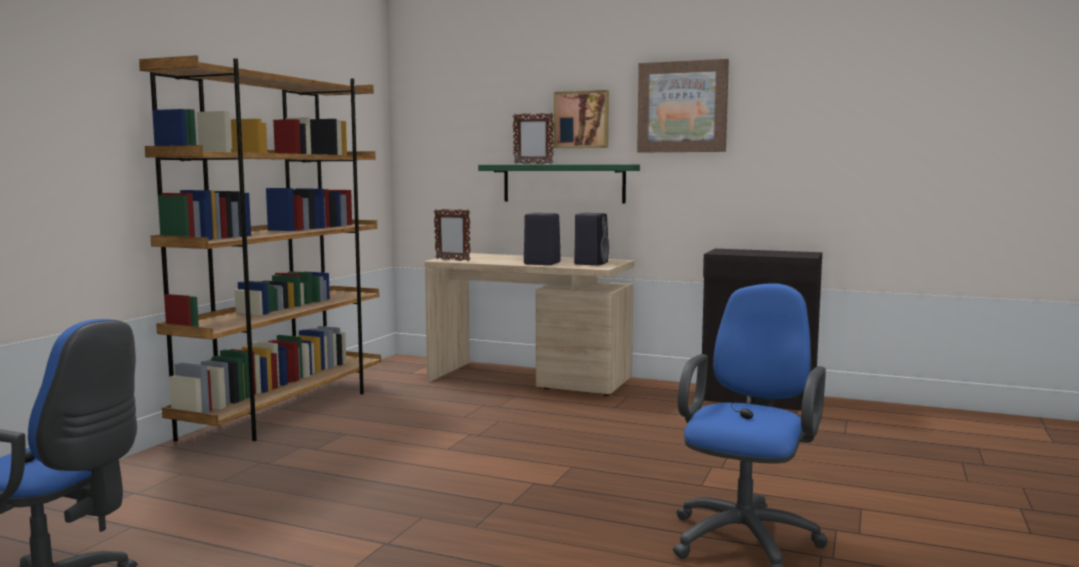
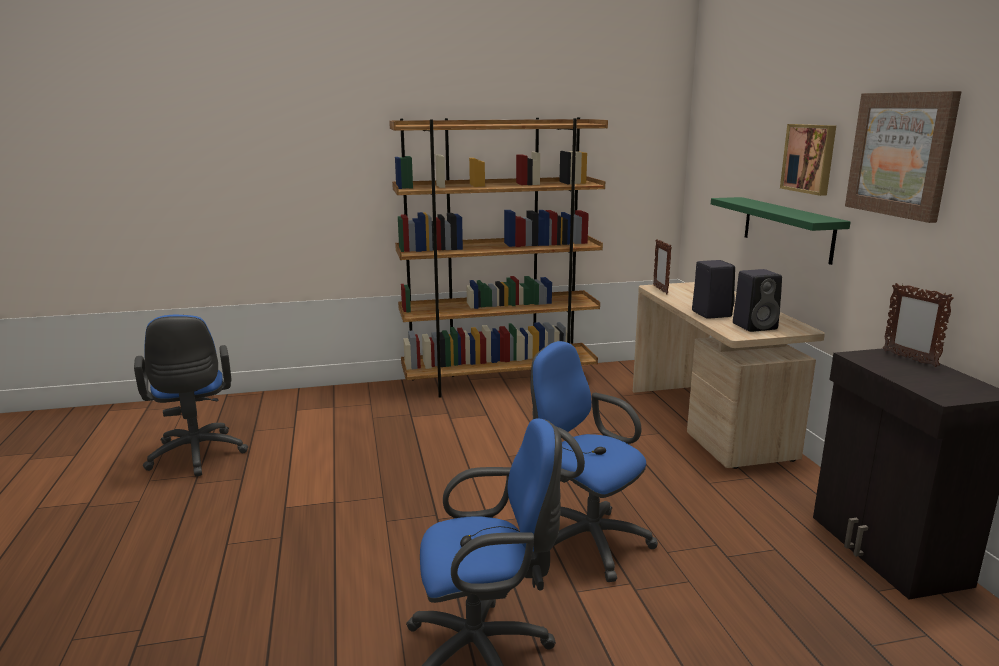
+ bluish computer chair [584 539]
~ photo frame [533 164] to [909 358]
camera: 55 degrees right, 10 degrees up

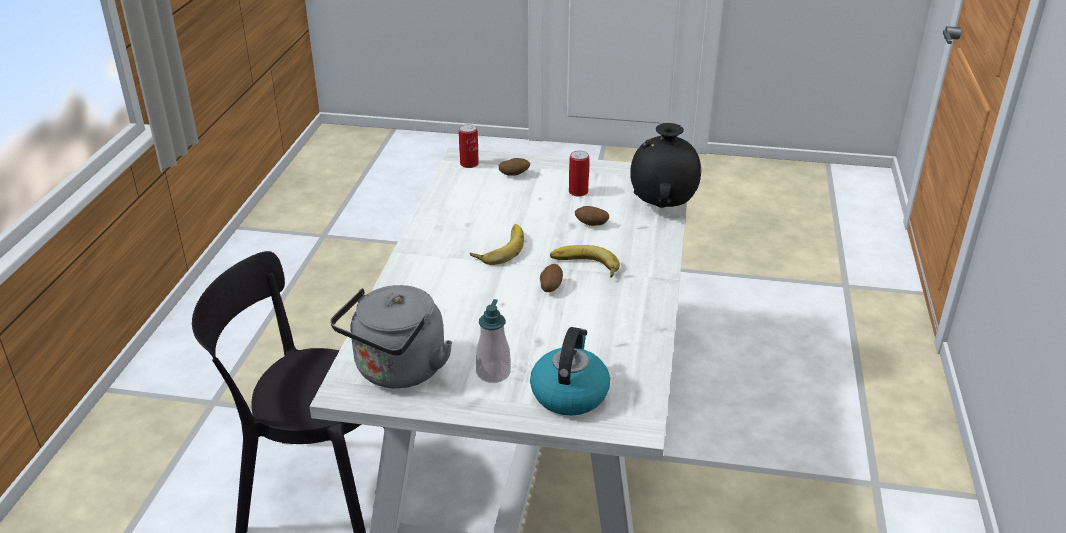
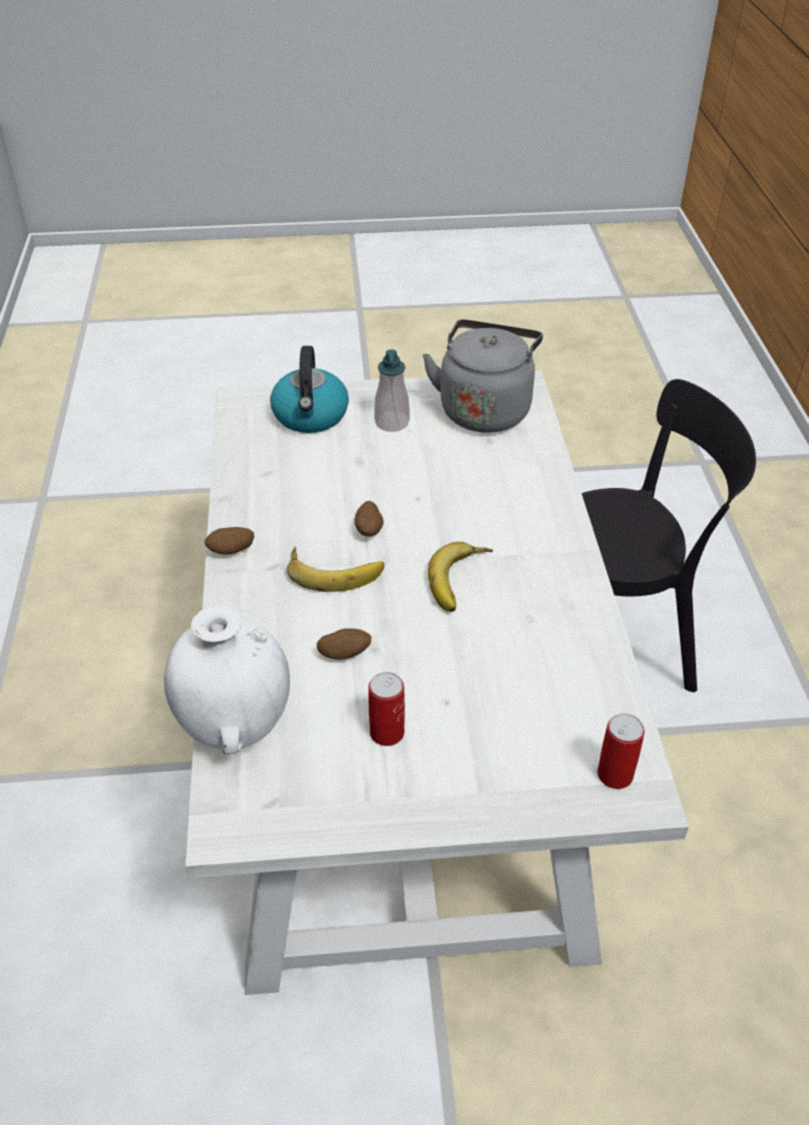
~ whole potato [514 175] to [231 551]
~ black-coloured decorative vase [662 206] to white-coloured decorative vase [235 724]
camera: 165 degrees right, 10 degrees up

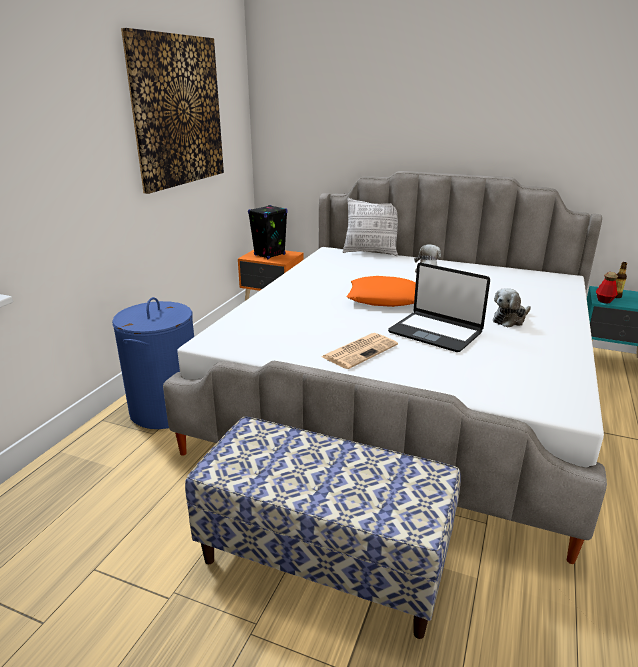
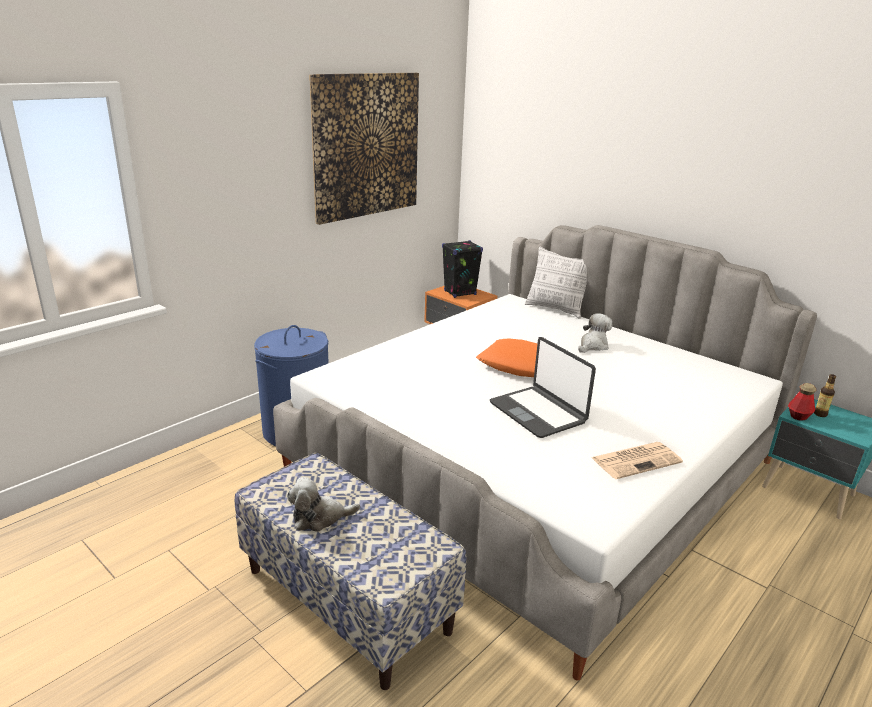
~ printed paper [360 351] to [636 460]
~ cuddly toy [510 319] to [320 518]
camera: 20 degrees right, 0 degrees up

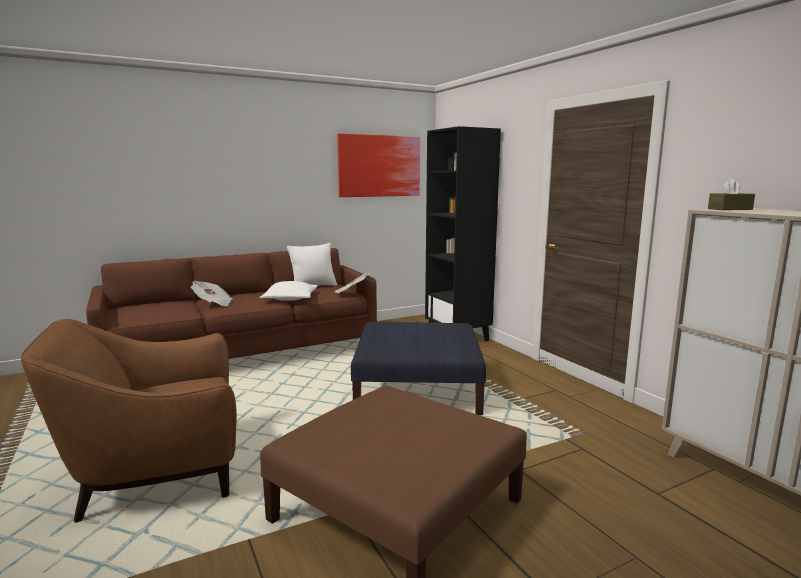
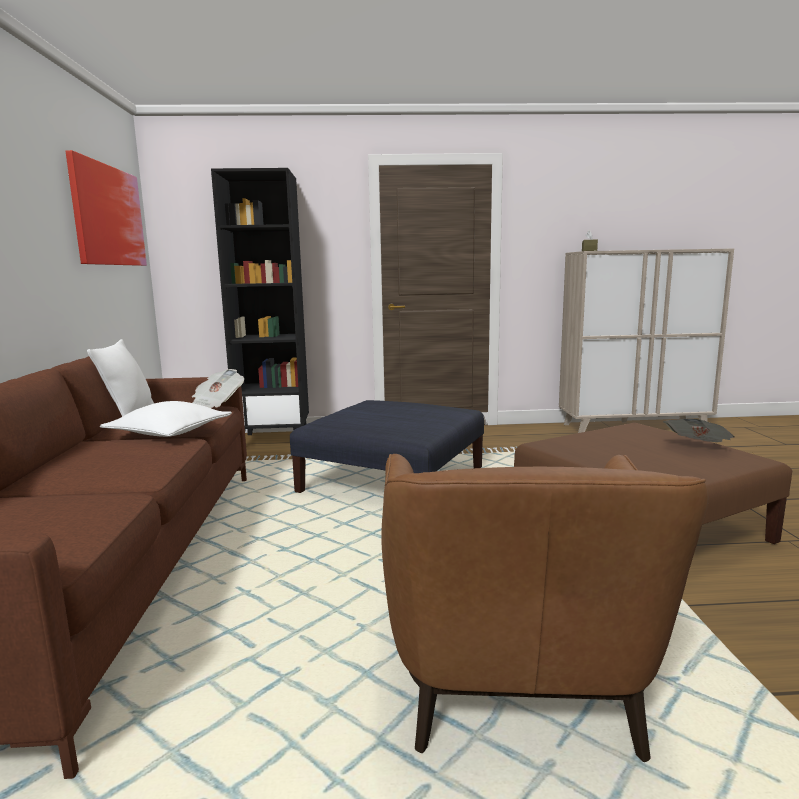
~ printed paper [213 303] to [697 448]
camera: 65 degrees left, 0 degrees up

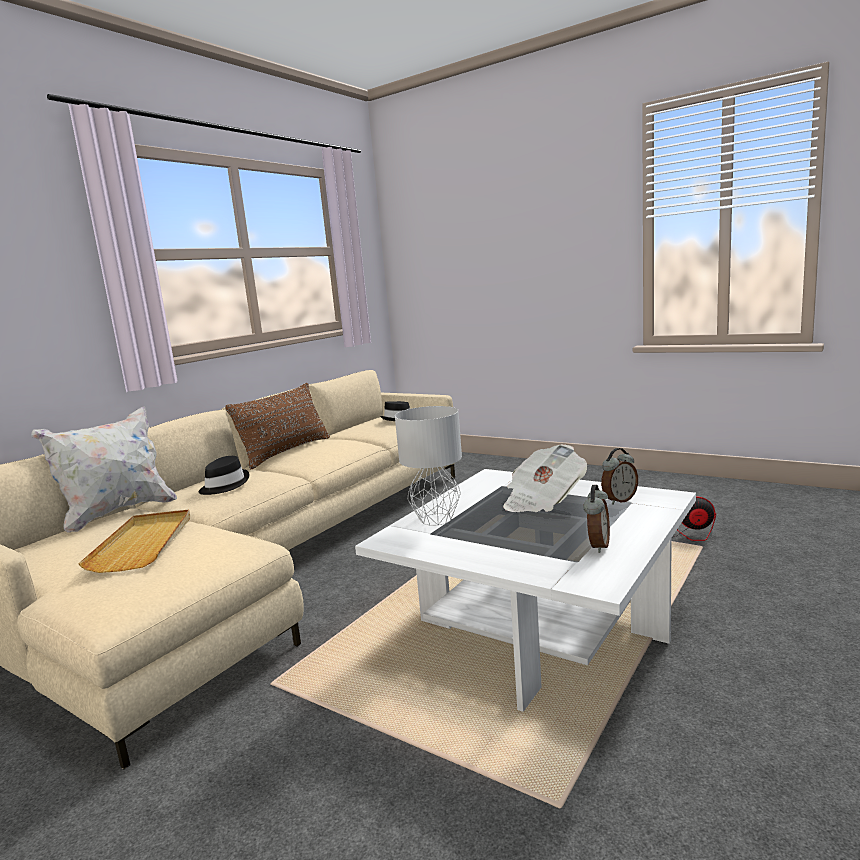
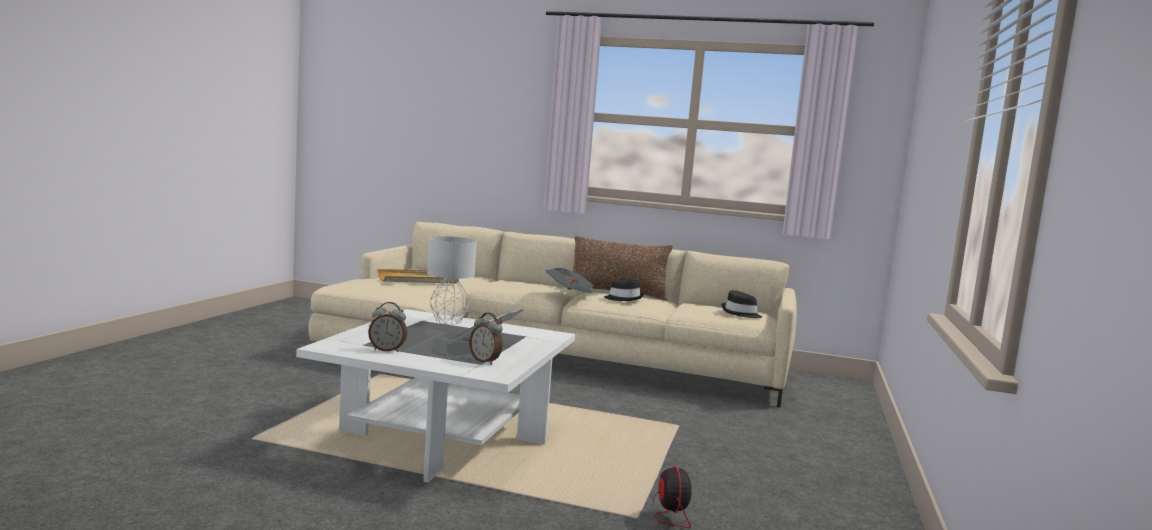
- white-coloured cushion [118 513]
+ printed paper [571 295]
~ black-coloured wearable hat [224 485] to [624 299]
camera: 70 degrees right, 5 degrees down

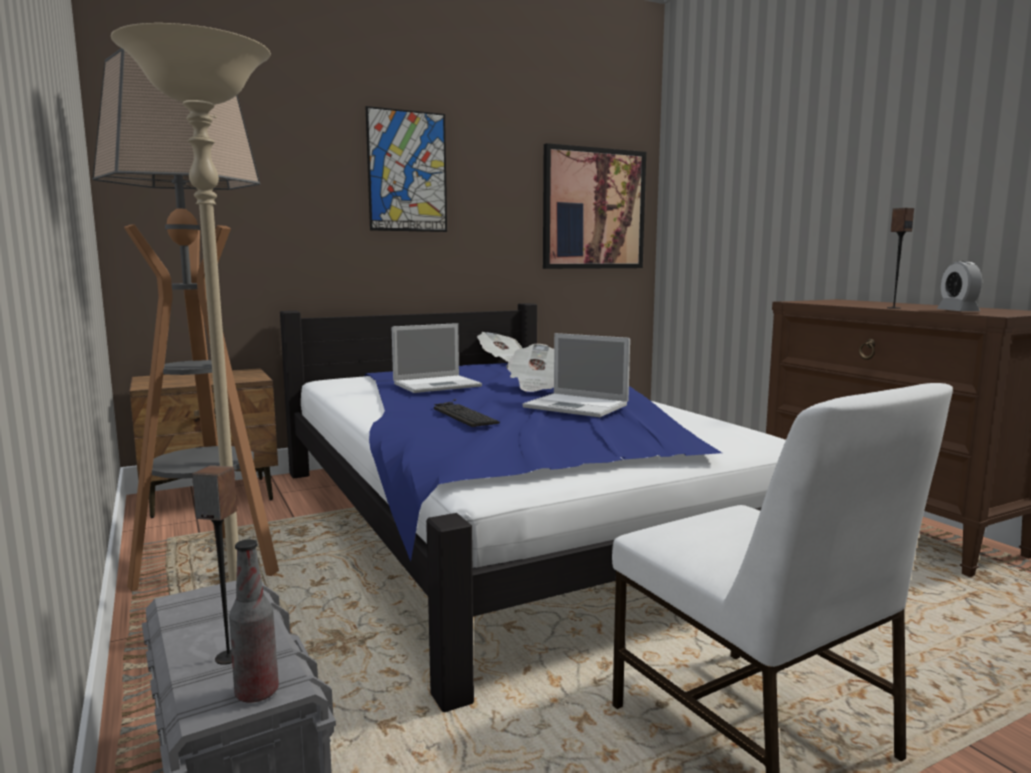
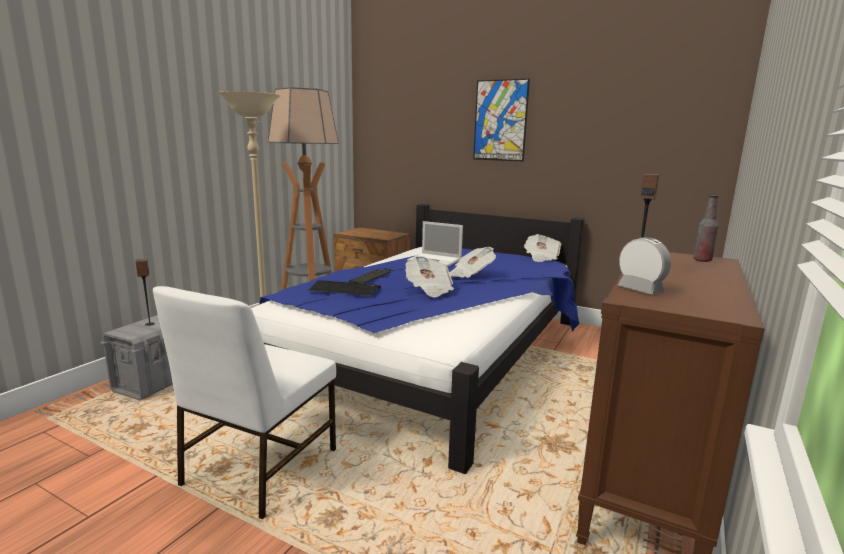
- picture [593 209]
+ computer keyboard [344 289]
~ drink bottle [257 693] to [702 260]
~ laptop [578 406] to printed paper [429 289]
~ alarm clock [957 311] = [640 289] 90 degrees clockwise
camera: 55 degrees right, 5 degrees up

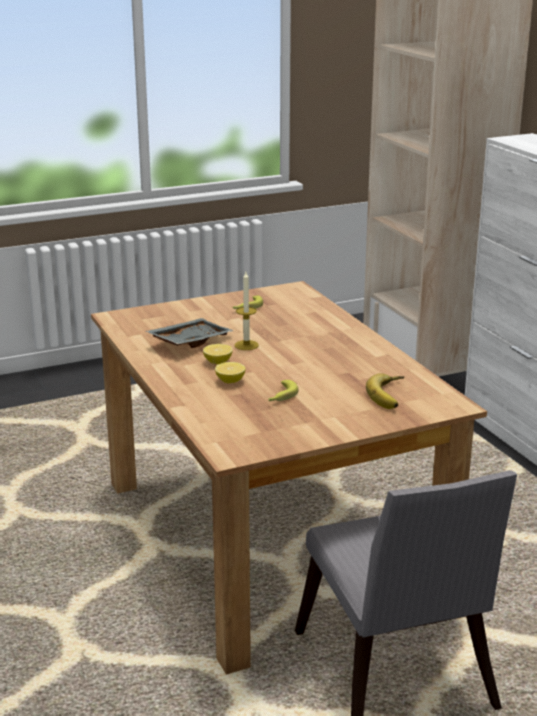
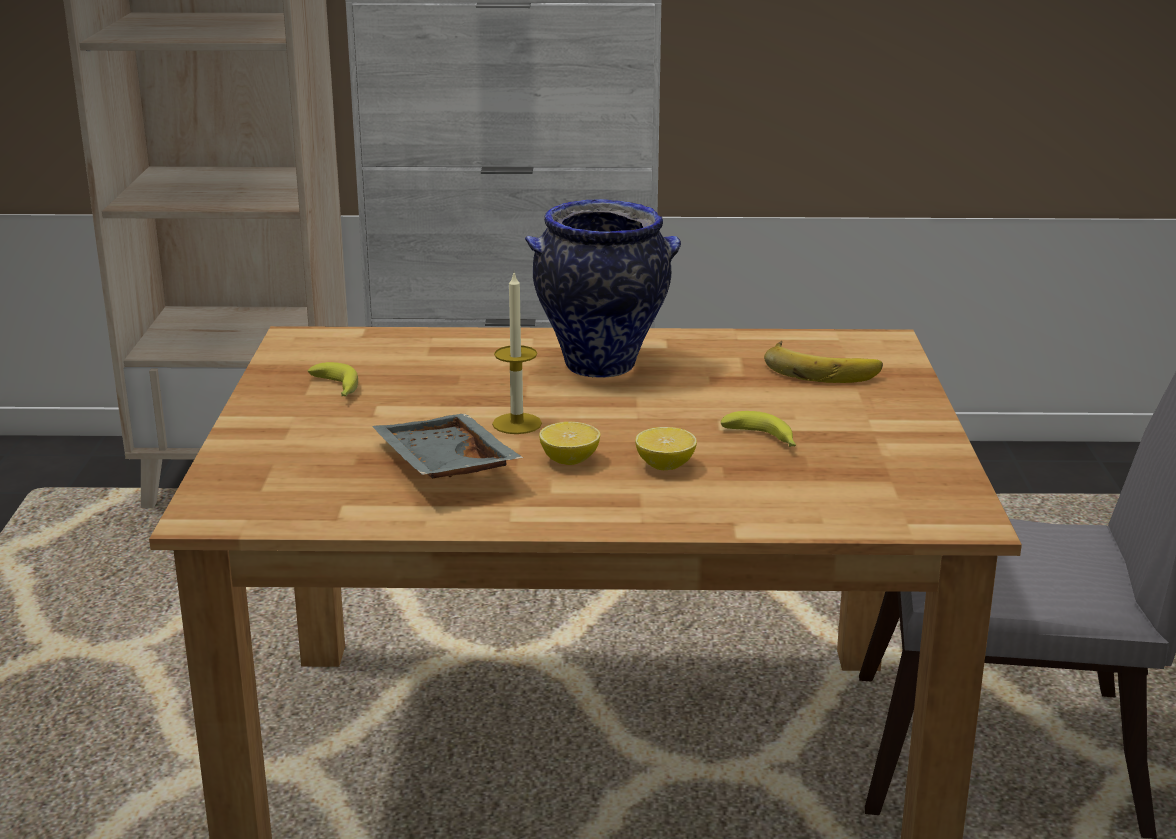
+ decorative vase [602 365]
camera: 65 degrees left, 0 degrees up

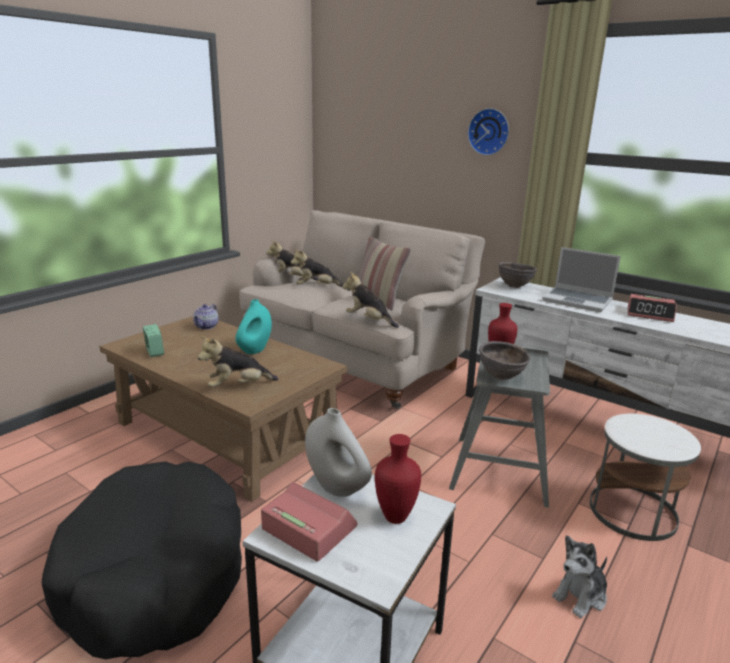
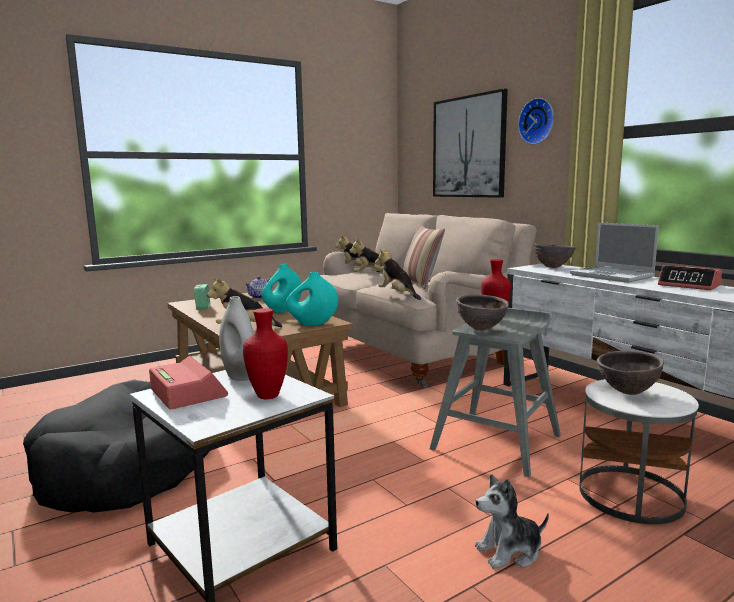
+ turquoise-coloured decorative vase [312 323]
+ picture [468 147]
+ brown deep dish [627 392]
camera: 20 degrees right, 10 degrees down

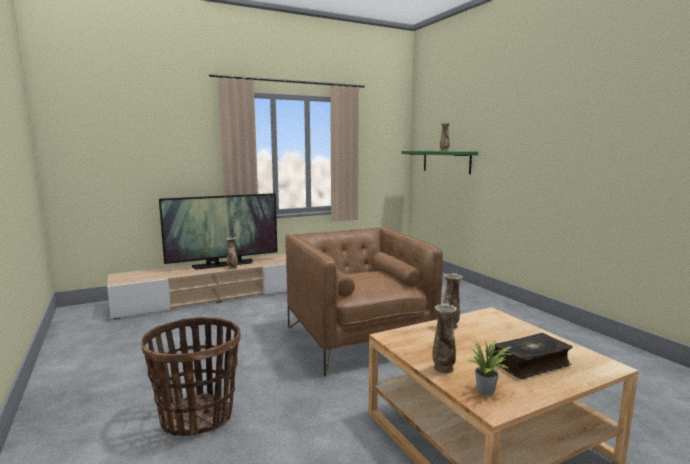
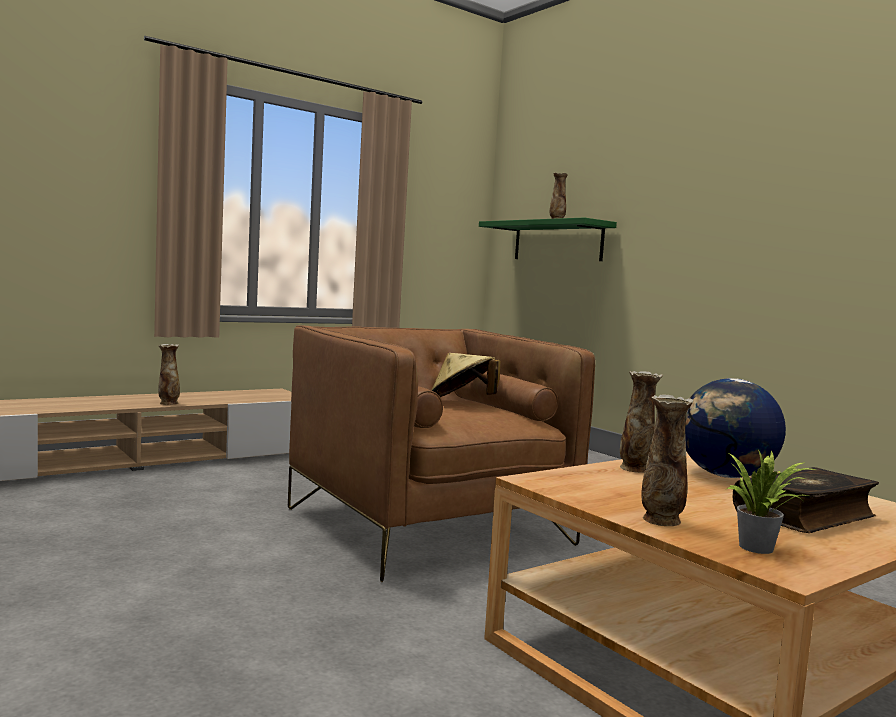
- basket [197 416]
- TV [223 264]
+ beige-coloured wearable hat [461 402]
+ globe [726 476]
camera: 10 degrees left, 5 degrees down

